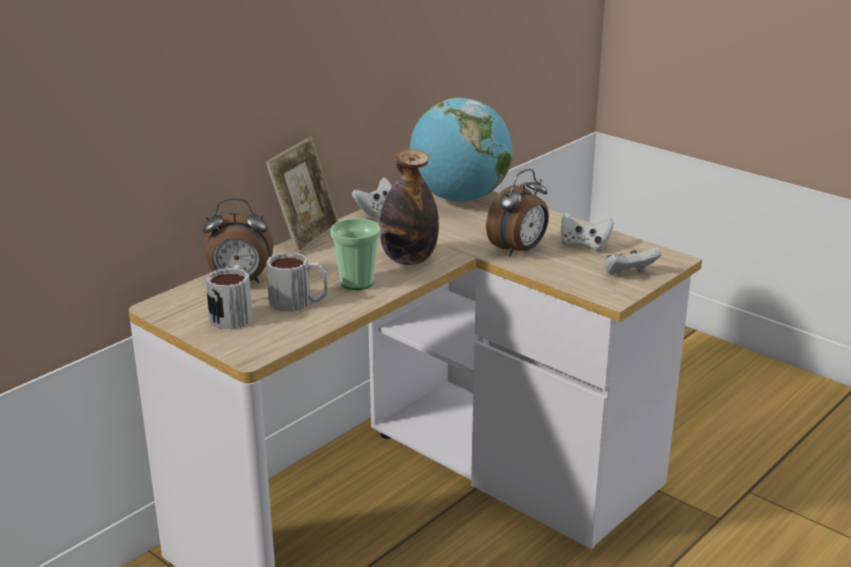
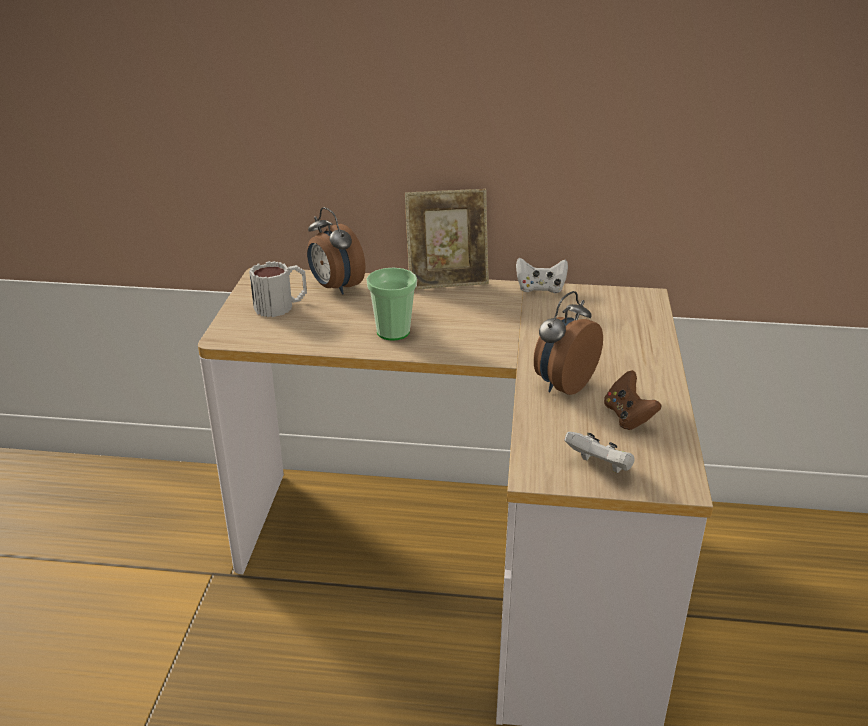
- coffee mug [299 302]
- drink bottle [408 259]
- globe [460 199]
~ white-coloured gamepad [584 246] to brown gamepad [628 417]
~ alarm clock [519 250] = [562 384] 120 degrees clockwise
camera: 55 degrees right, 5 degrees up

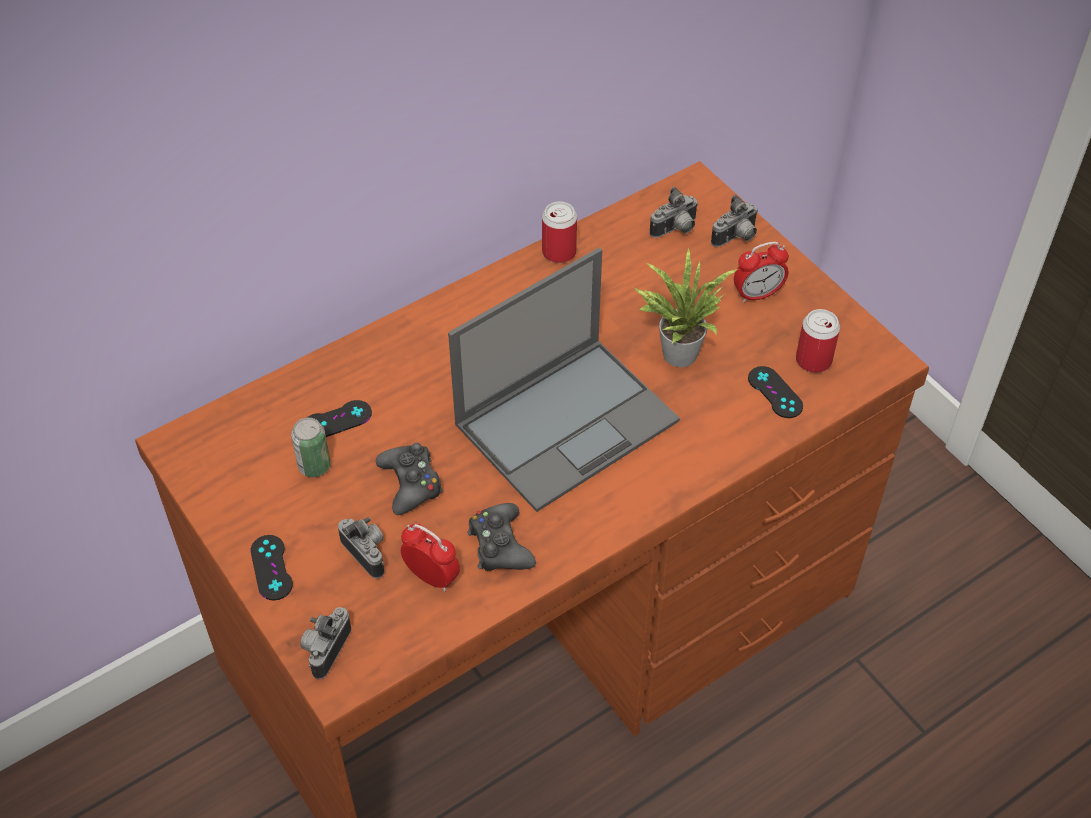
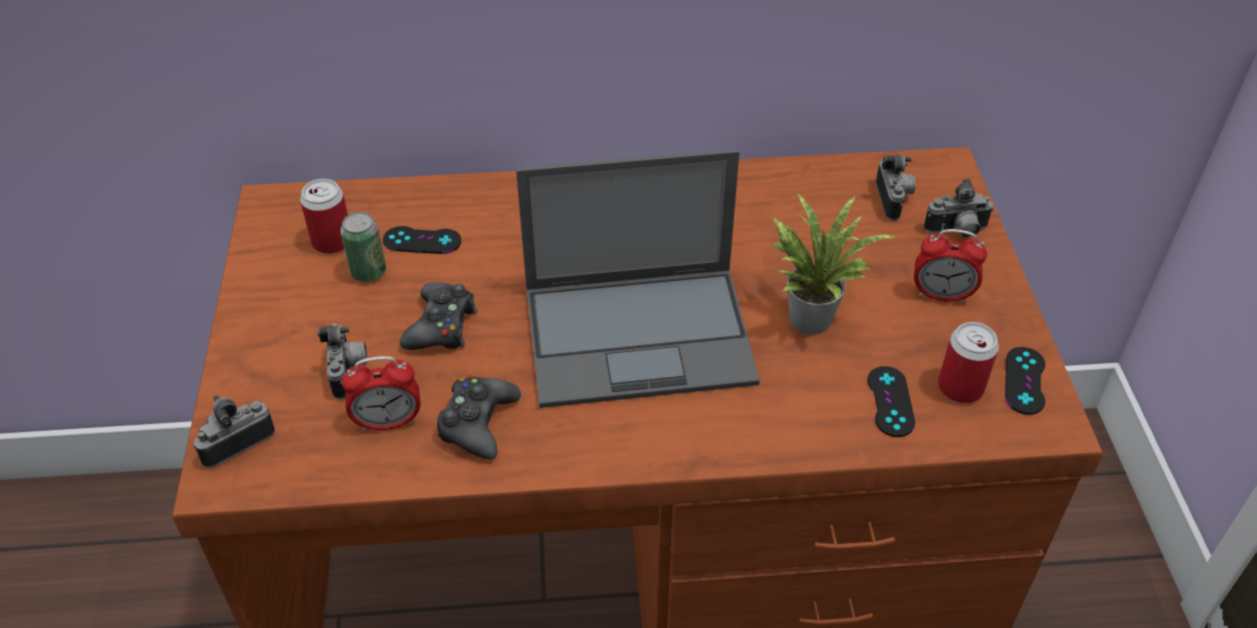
~ black-coloured gamepad [271 567] to [1024 381]
~ metal can [559 252] to [332 241]
~ alarm clock [431 577] = [388 422] 105 degrees clockwise
~ still camera [675 230] = [894 200] 90 degrees counterclockwise
camera: 30 degrees right, 5 degrees down

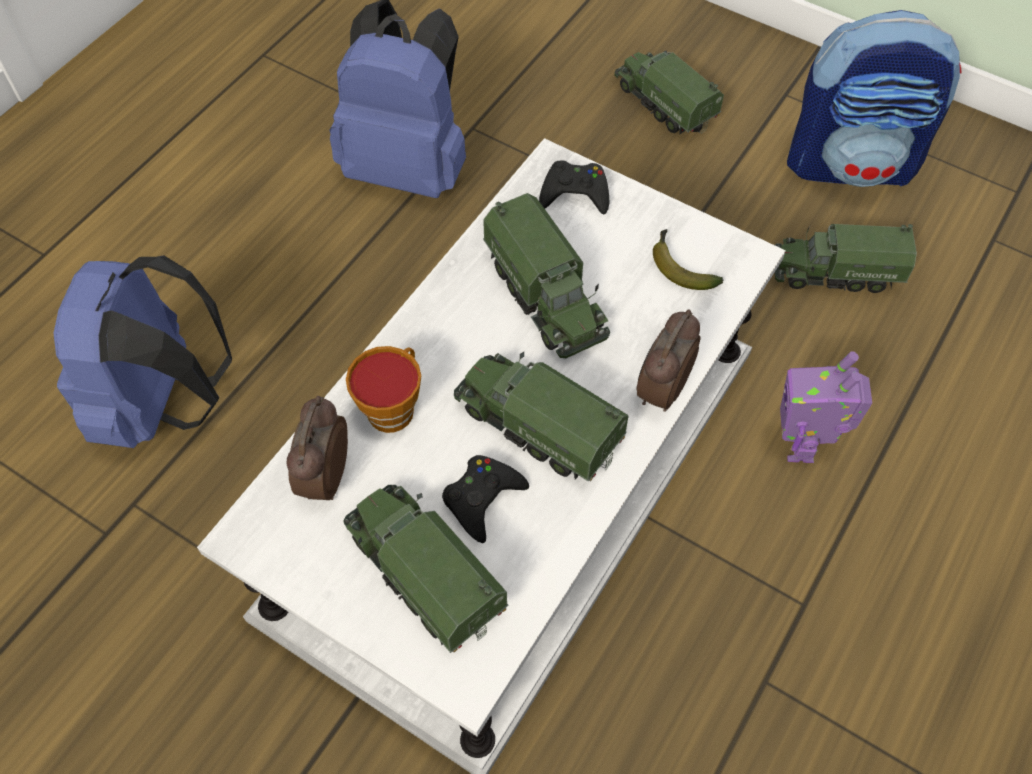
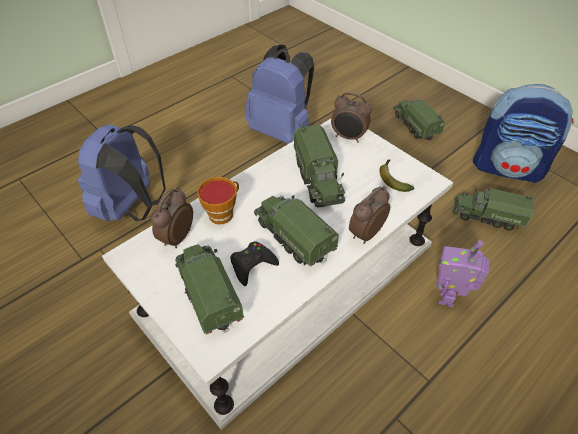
~ black-coloured gamepad [575 193] to alarm clock [348 137]
camera: 15 degrees right, 10 degrees down

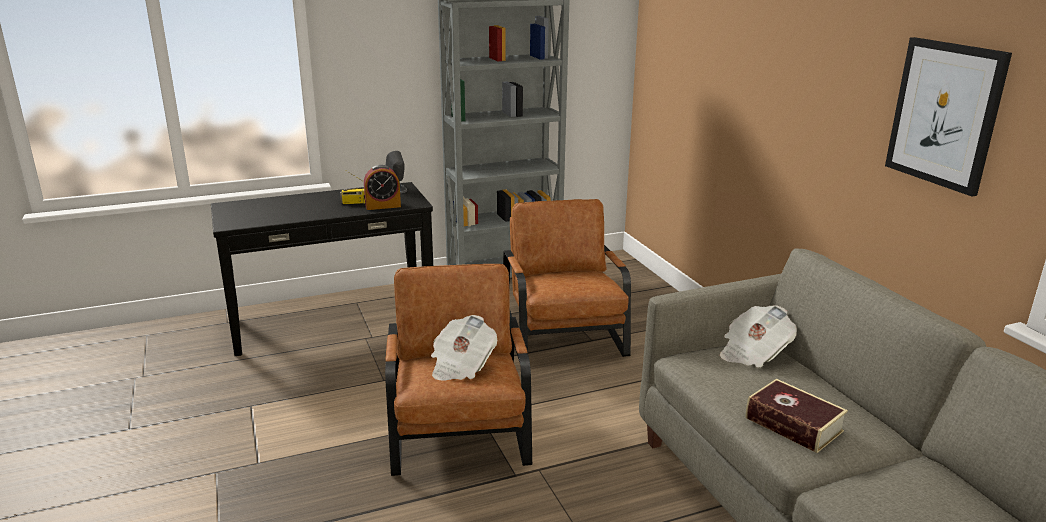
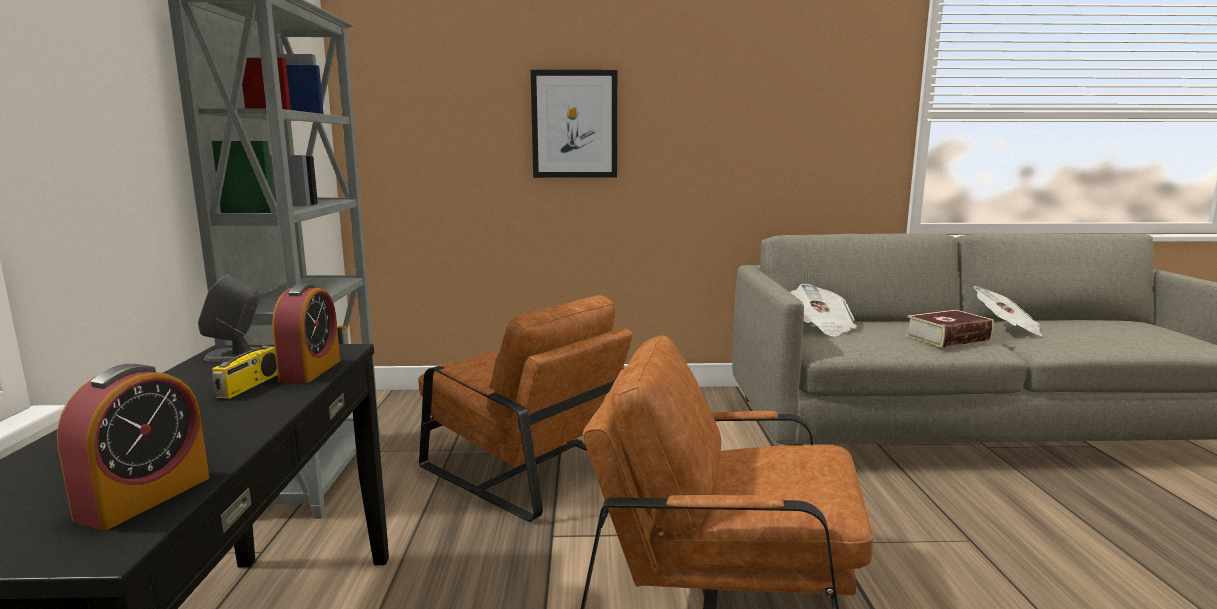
+ alarm clock [145 498]
~ printed paper [461 365] to [1006 328]
~ picture [945 114] to [574 124]
~ brown easy chair [564 332] = [525 464] 150 degrees counterclockwise
camera: 70 degrees left, 10 degrees down

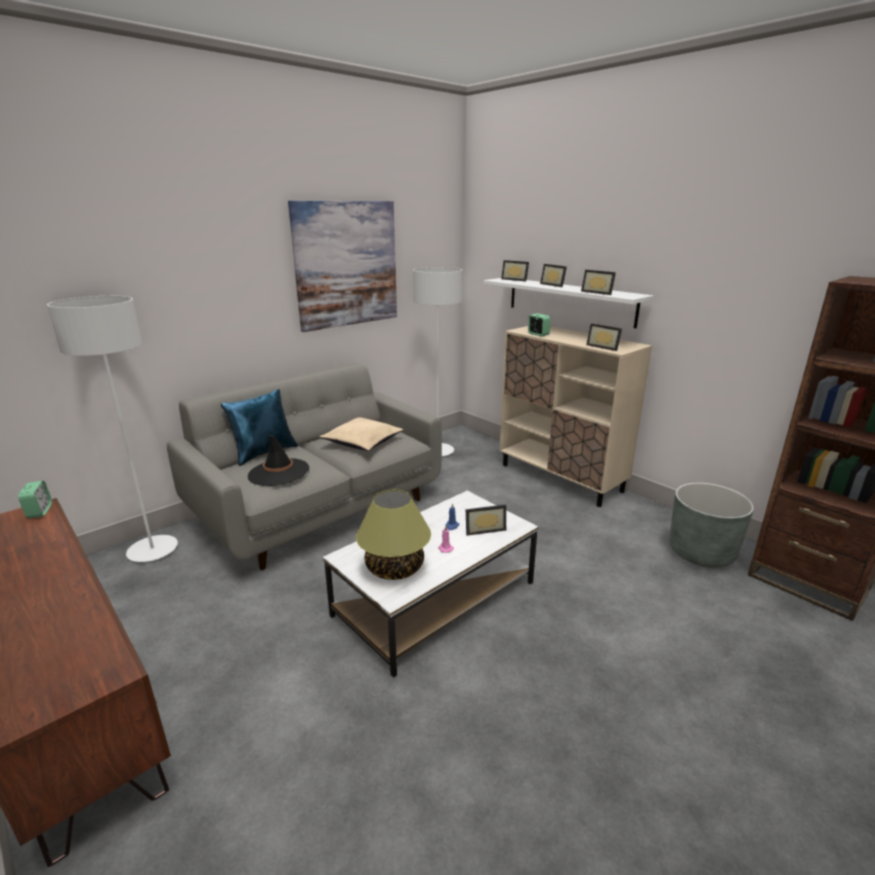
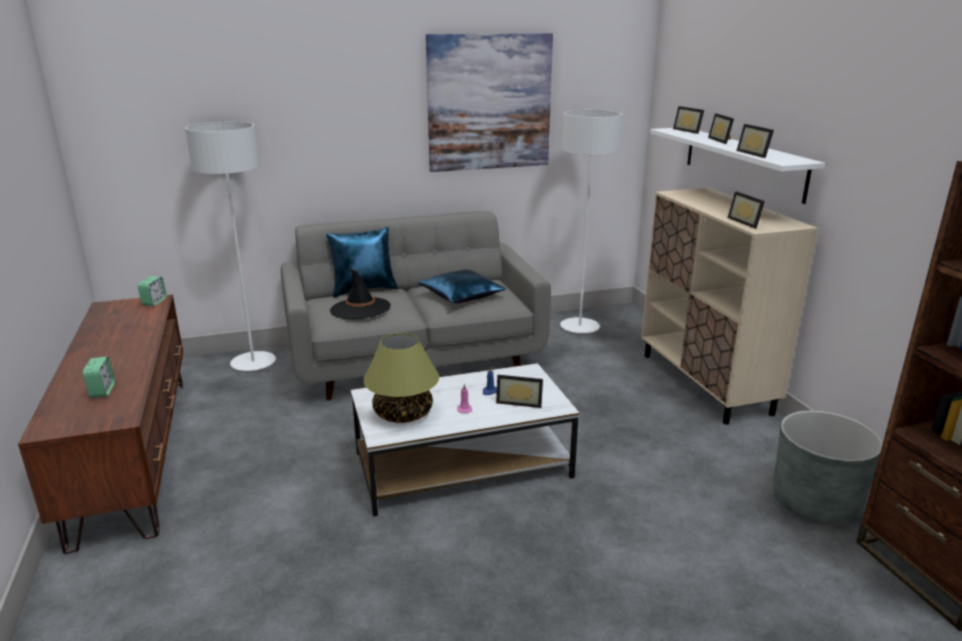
~ alarm clock [538 334] to [102 391]
~ beige-coloured cushion [363 442] to bluish cushion [461 295]
camera: 25 degrees right, 0 degrees up

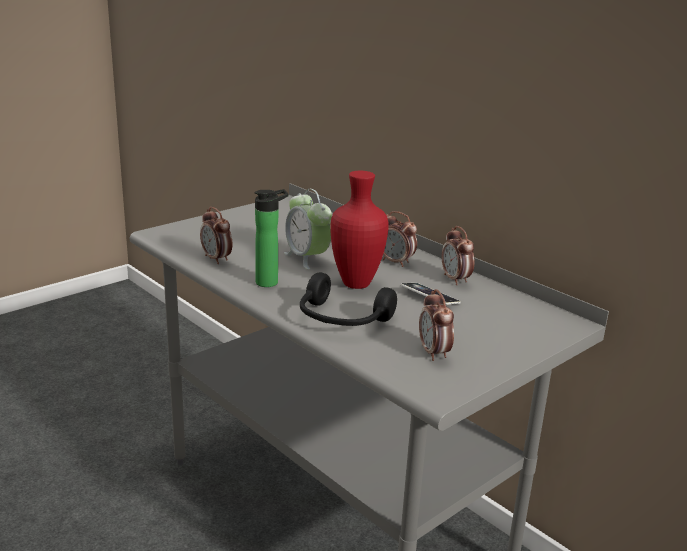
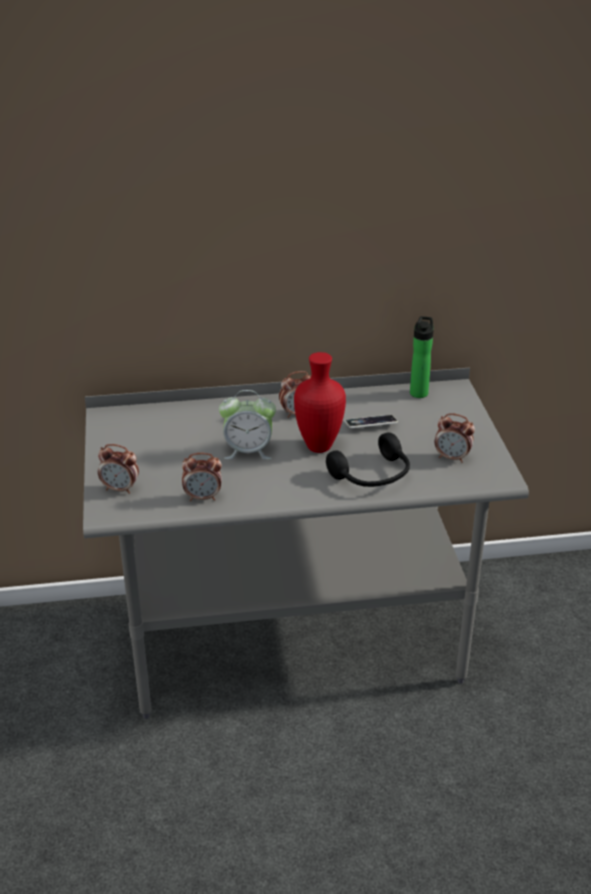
~ drink bottle [270 282] to [419 392]
~ alarm clock [455 279] to [120 489]
camera: 55 degrees left, 10 degrees up

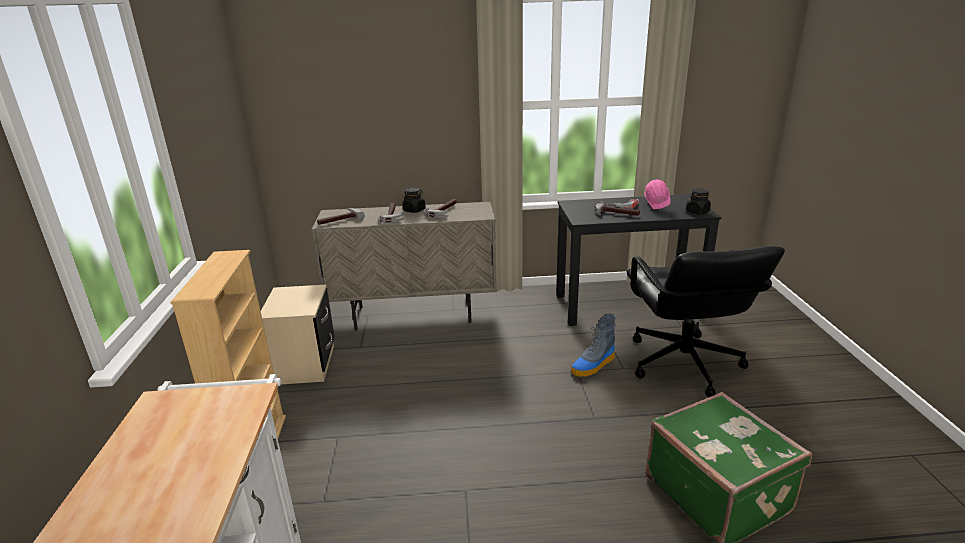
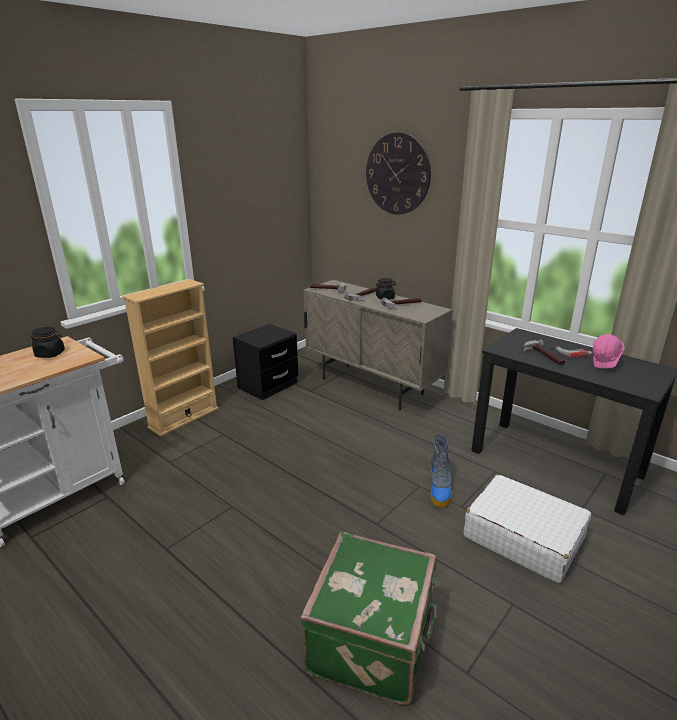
+ wall clock [397 174]
~ black-coloured jar [697 212] to [50 354]
~ black-coloured computer chair [683 364] to white-coloured piece of luggage [523 537]
~ beige-coloured bedside table [304 365] to black-coloured bedside table [268 385]
~ boot [593 365] = [440 489] 90 degrees counterclockwise
camera: 45 degrees right, 0 degrees up

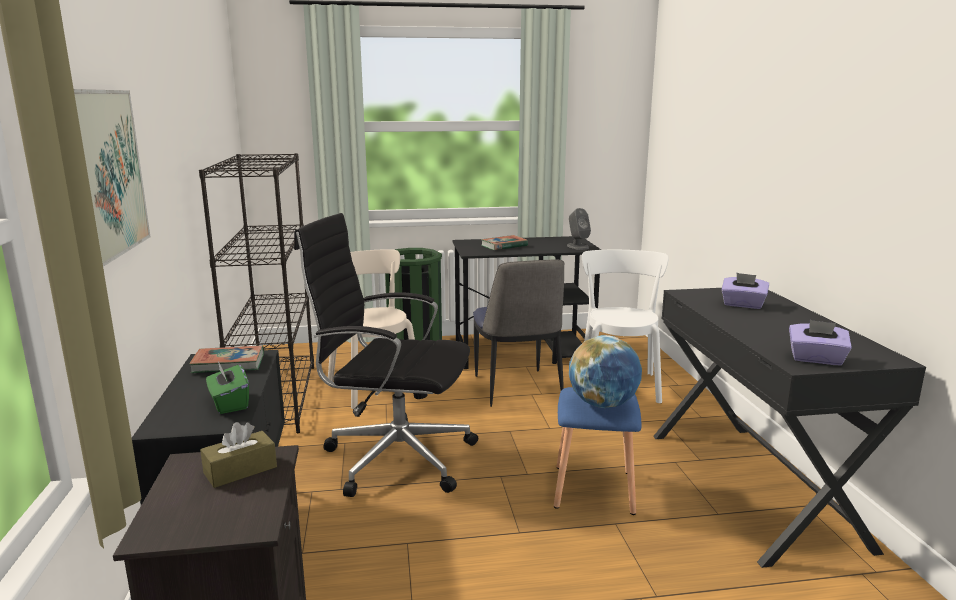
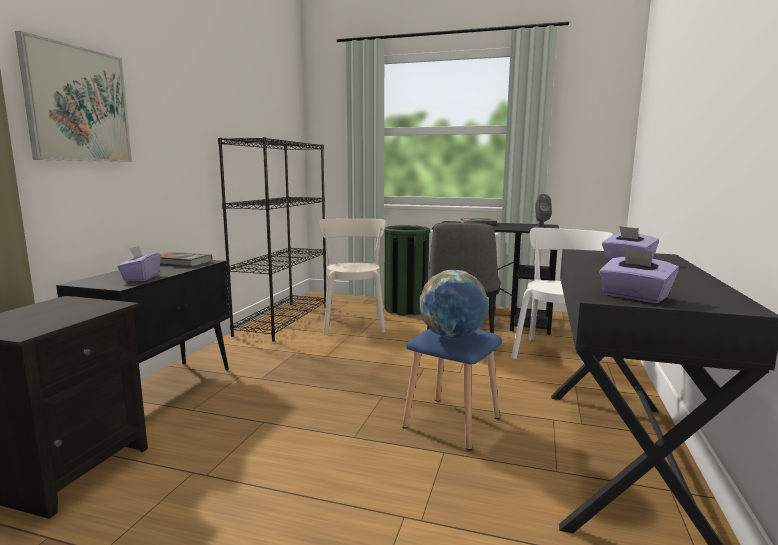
- brown box of tissues [240 470]
- black-coloured computer chair [394 457]
~ green box of tissues [229 403] to purple-coloured box of tissues [141 278]
camera: 25 degrees right, 5 degrees down

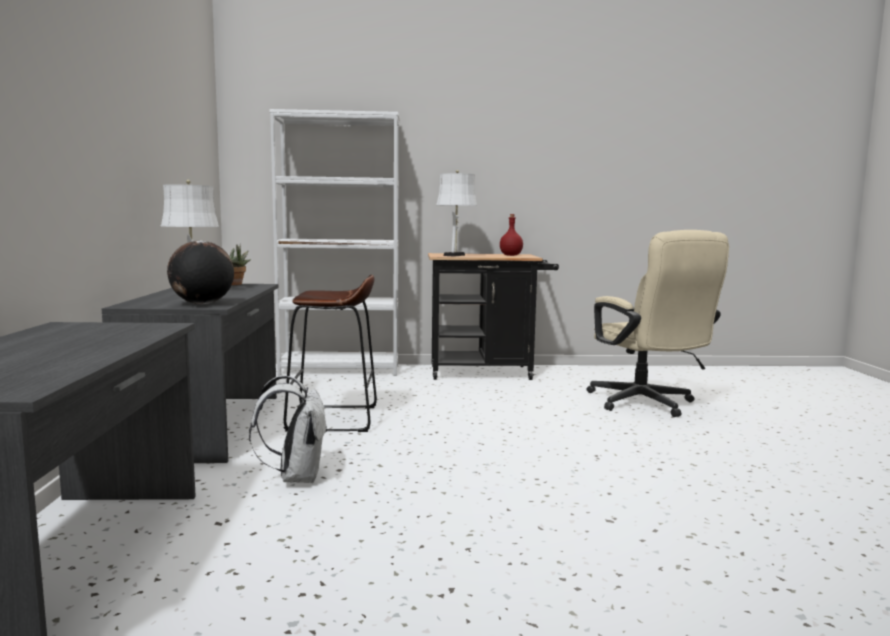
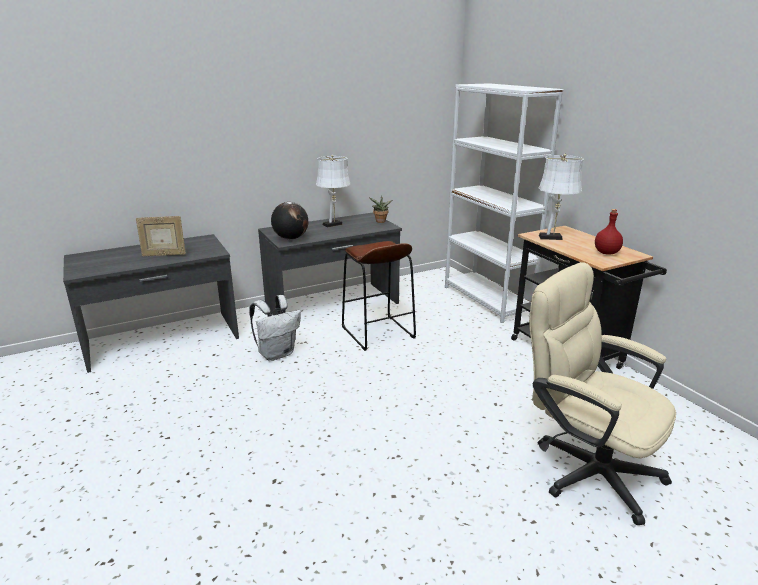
+ photo frame [164 255]
~ beige-coloured computer chair [647 404] = [585 467] 90 degrees clockwise
camera: 65 degrees right, 15 degrees up

